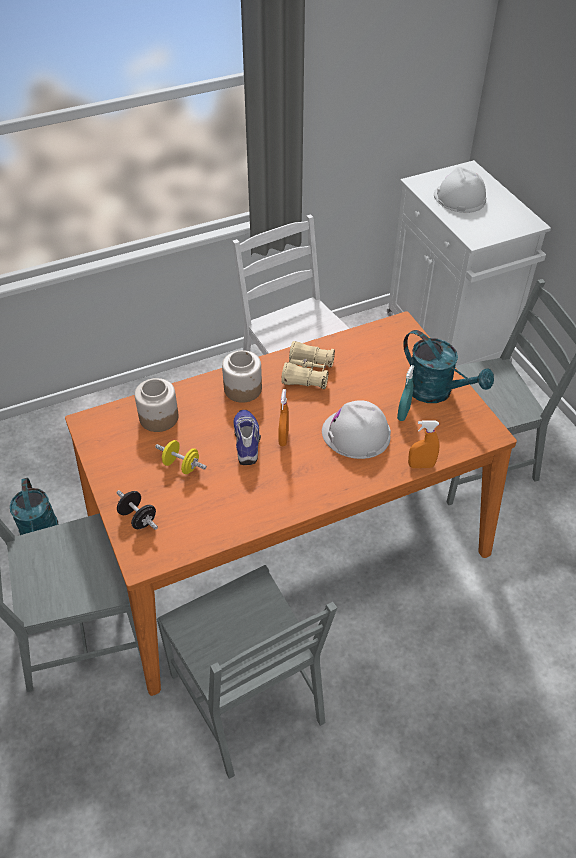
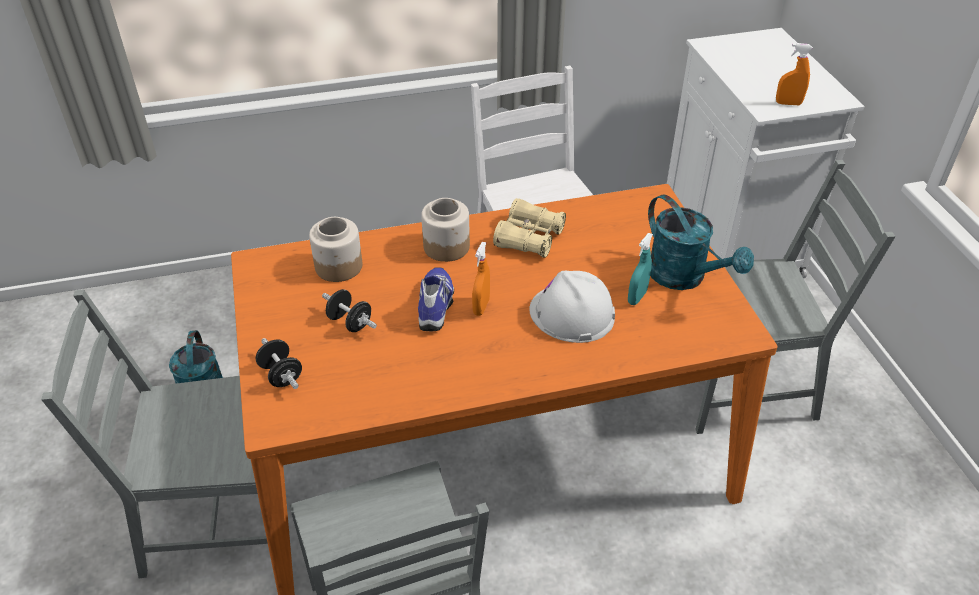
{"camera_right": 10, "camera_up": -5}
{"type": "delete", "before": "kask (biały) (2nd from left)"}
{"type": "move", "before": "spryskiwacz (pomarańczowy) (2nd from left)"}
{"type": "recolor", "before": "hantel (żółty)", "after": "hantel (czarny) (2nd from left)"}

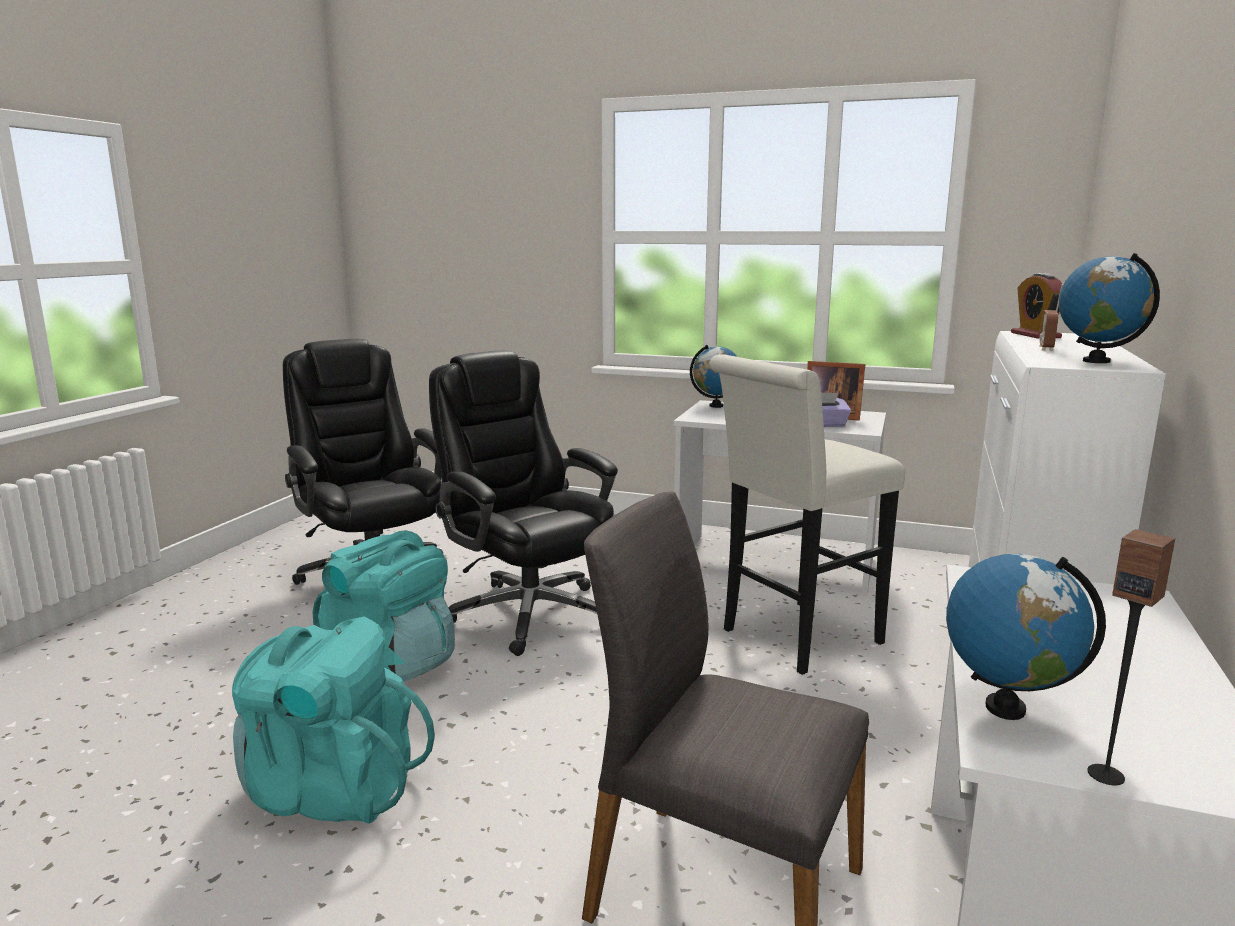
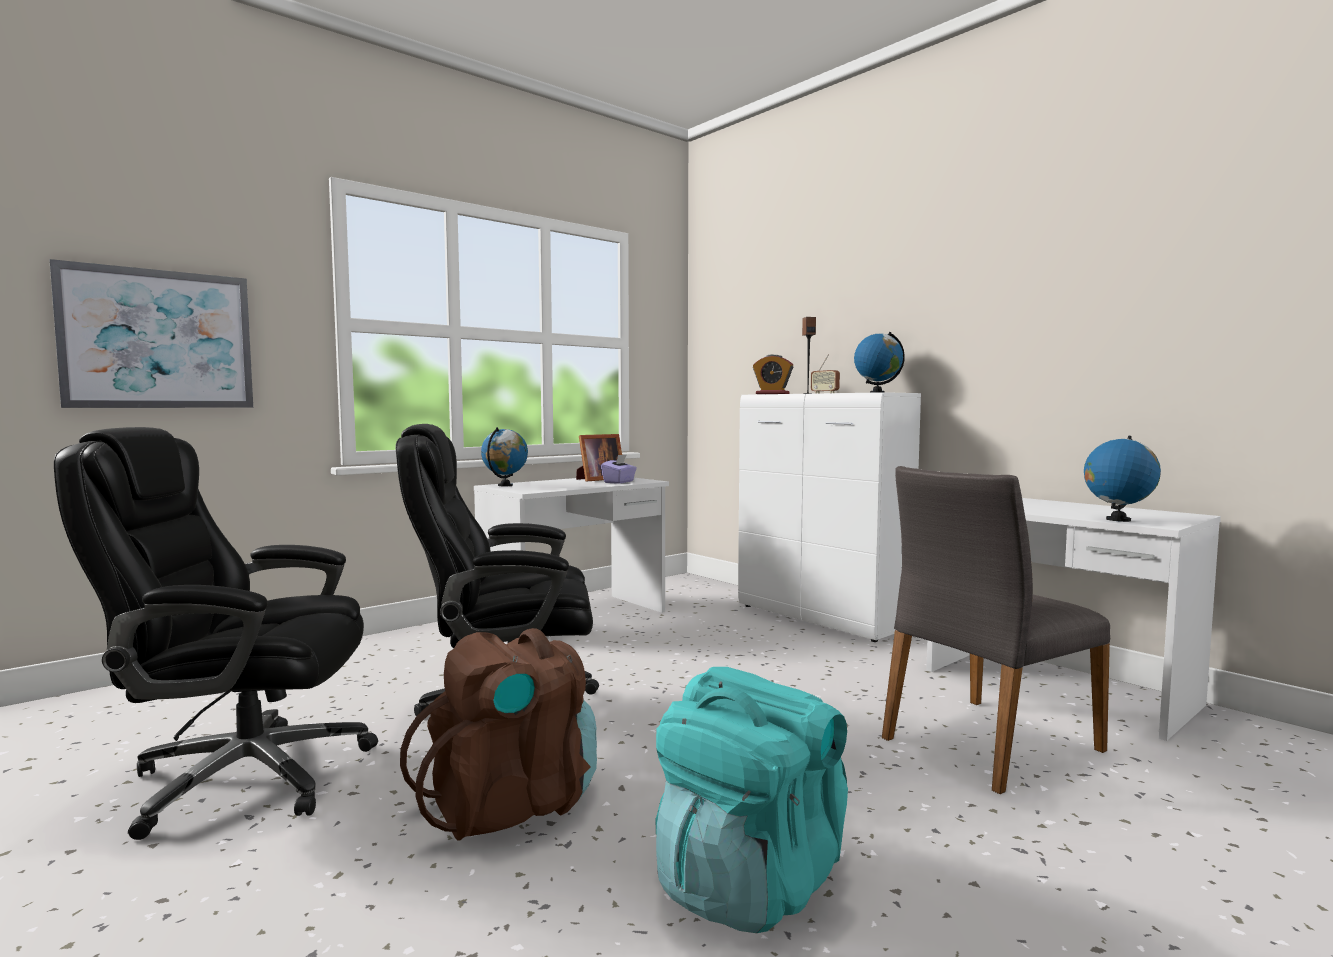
{"camera_right": -60, "camera_up": -10}
{"type": "delete", "before": "stołek (biały)"}
{"type": "move", "before": "głośnik"}
{"type": "recolor", "before": "plecak (turkusowy) (2nd from left)", "after": "plecak (brązowy)"}
{"type": "insert", "after": "obraz"}

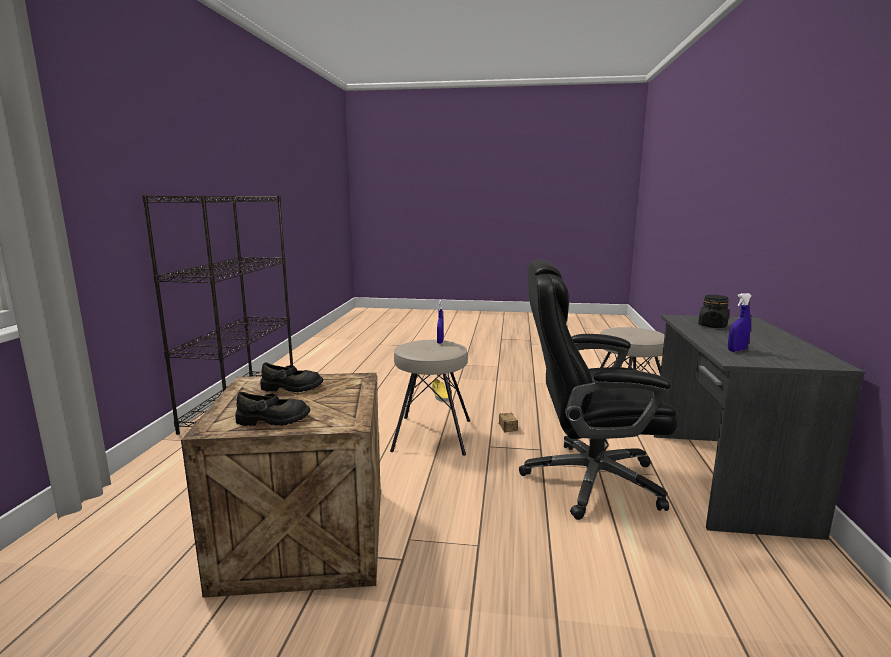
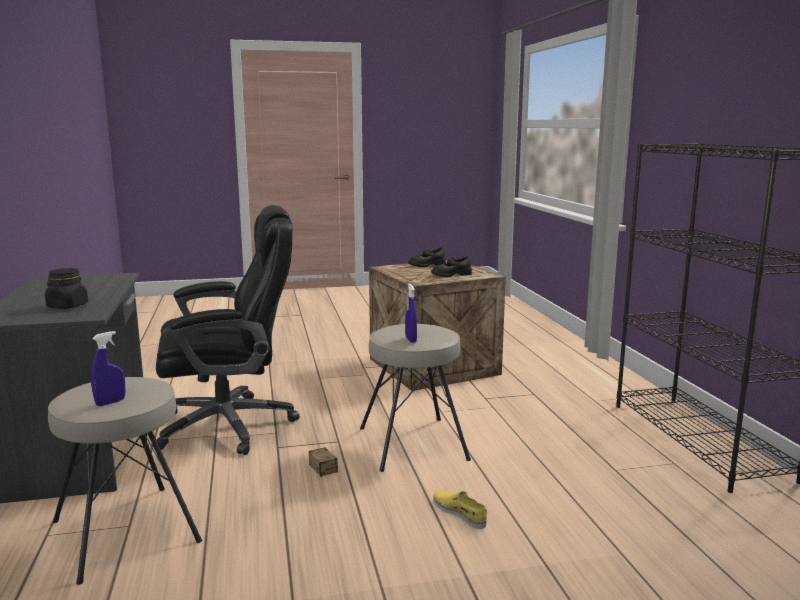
{"camera_right": 160, "camera_up": 0}
{"type": "move", "before": "spryskiwacz (niebieski) (2nd from left in the first image)", "after": "spryskiwacz (niebieski) (1st from left)"}

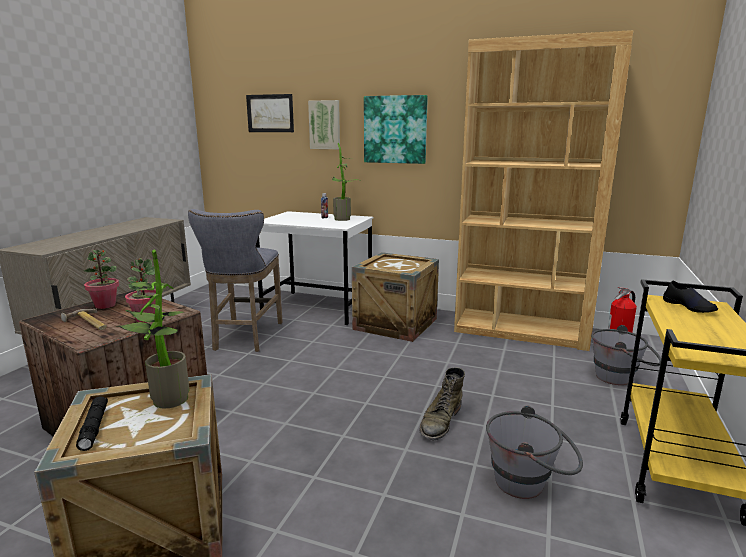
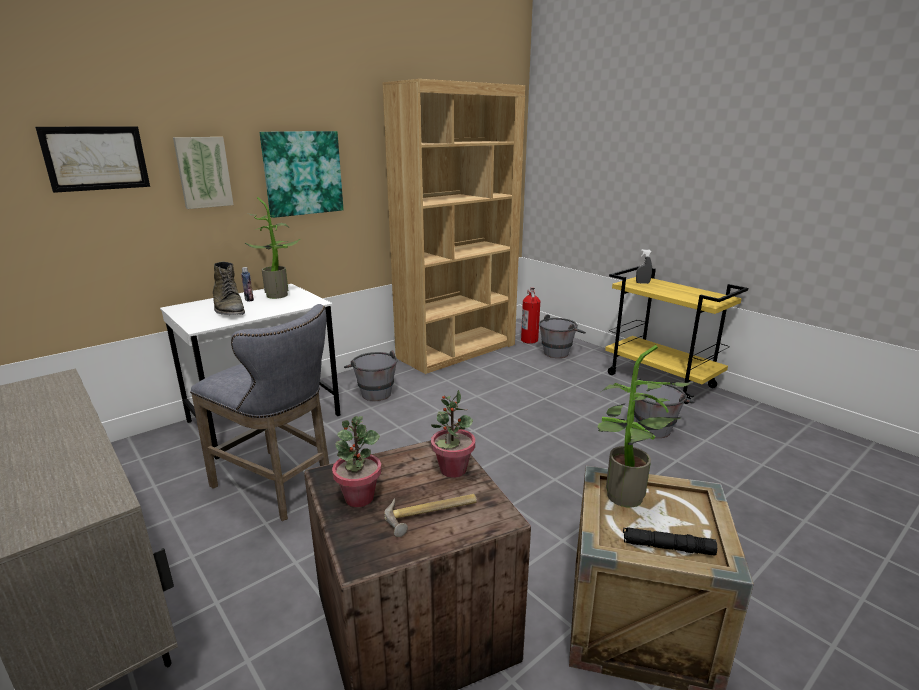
{"camera_right": -60, "camera_up": 5}
{"type": "replace", "before": "skrzynka (3rd from left)", "after": "wiadro (szary) (1st from left)"}
{"type": "replace", "before": "but (czarny)", "after": "spryskiwacz (szary)"}
{"type": "move", "before": "but z cholewką (zielony)"}

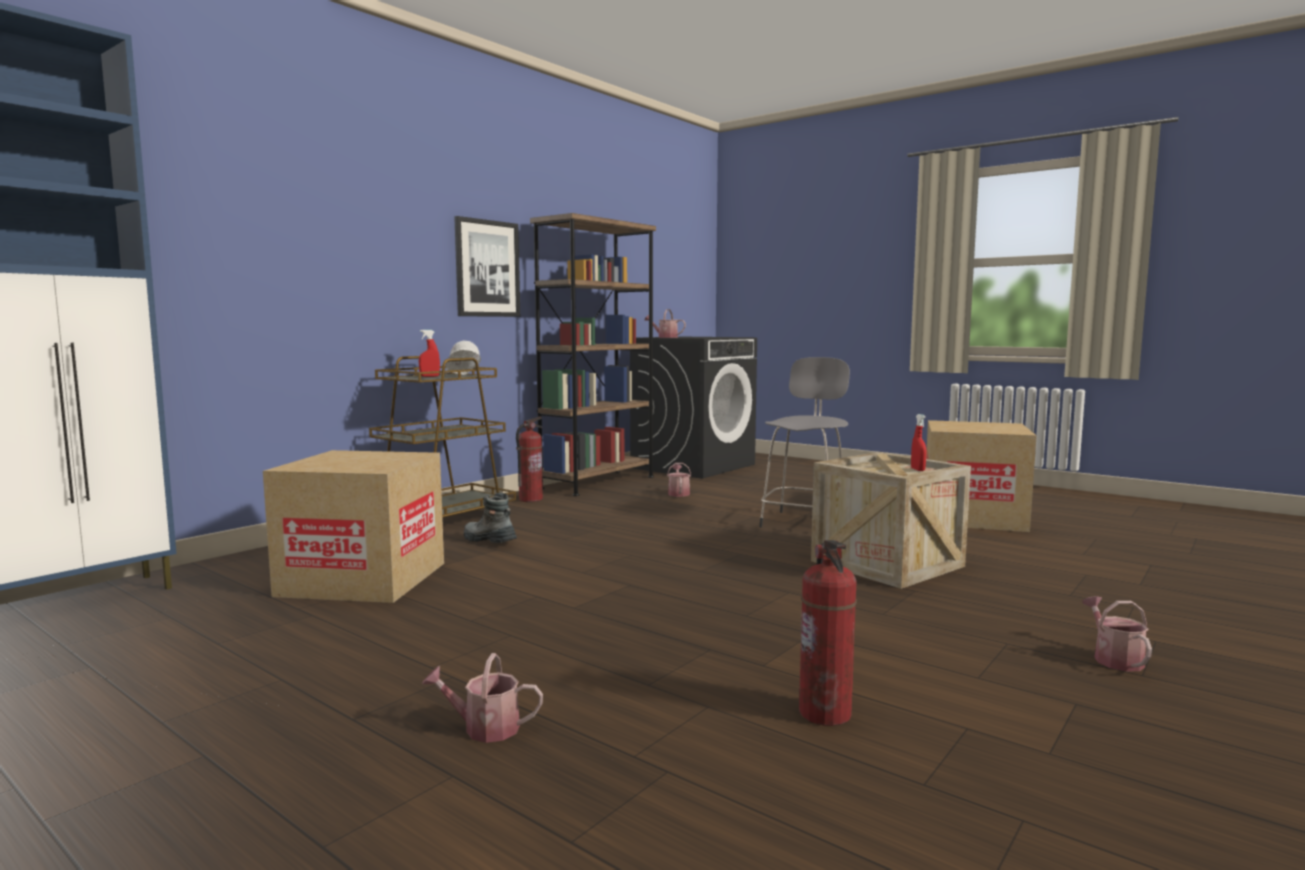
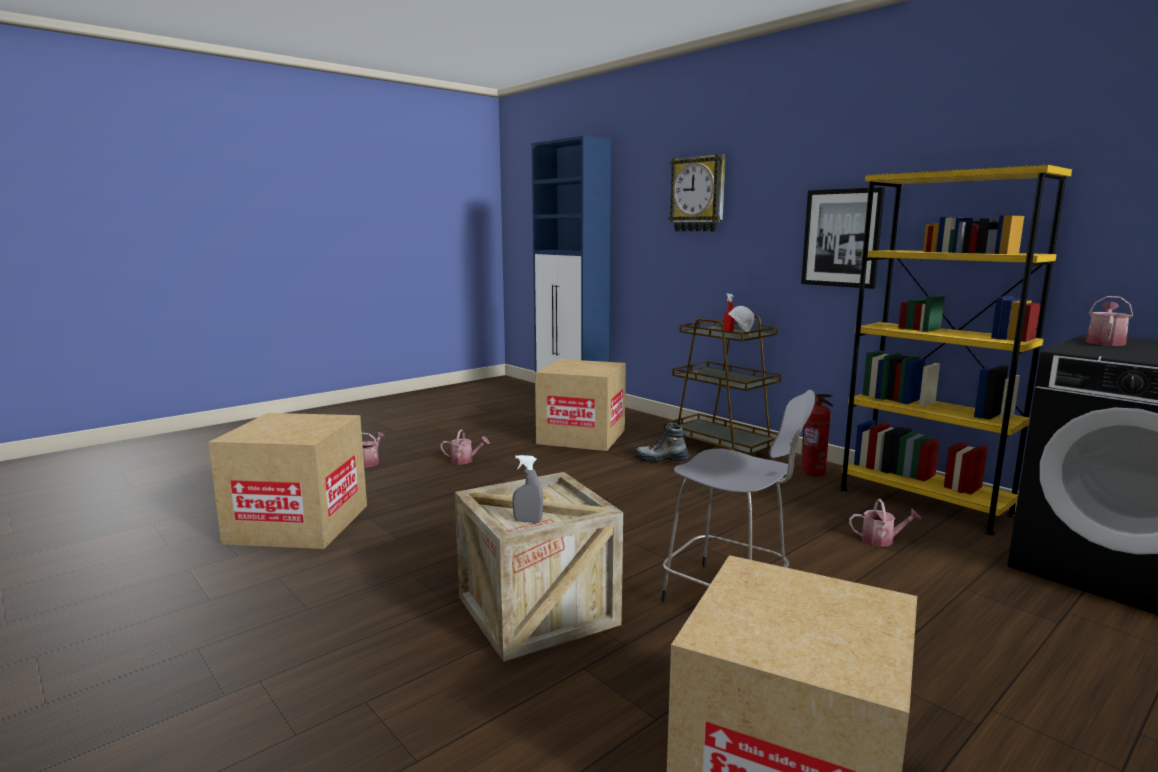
{"camera_right": 100, "camera_up": 5}
{"type": "recolor", "before": "regał (brązowy)", "after": "regał (żółty)"}
{"type": "recolor", "before": "spryskiwacz (czerwony) (2nd from left)", "after": "spryskiwacz (szary)"}
{"type": "rotate", "before": "but z cholewką", "turn": -120}
{"type": "replace", "before": "gaśnica (2nd from left)", "after": "karton (1st from left)"}
{"type": "move", "before": "konewka (4th from left in the first image)", "after": "konewka (2nd from left)"}
{"type": "insert", "after": "zegar ścienny"}

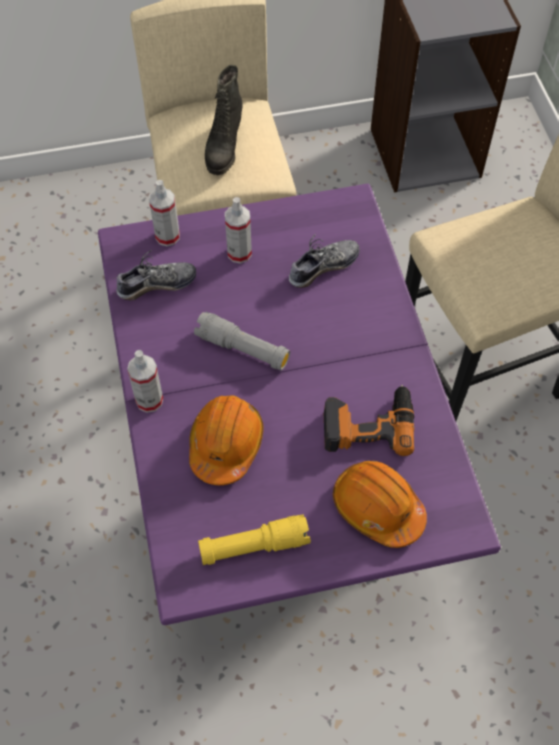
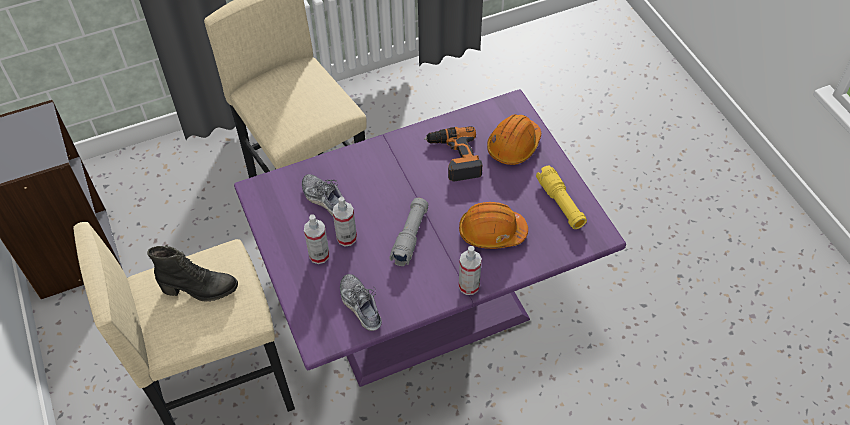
{"camera_right": -100, "camera_up": -5}
{"type": "move", "before": "spryskiwacz (2nd from left)"}

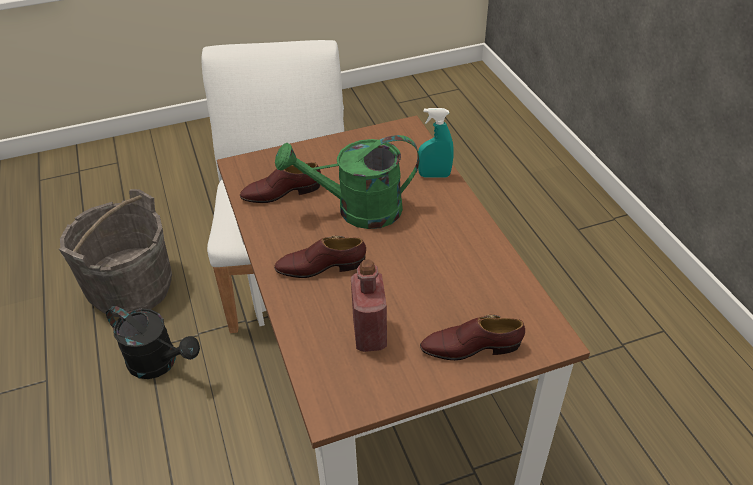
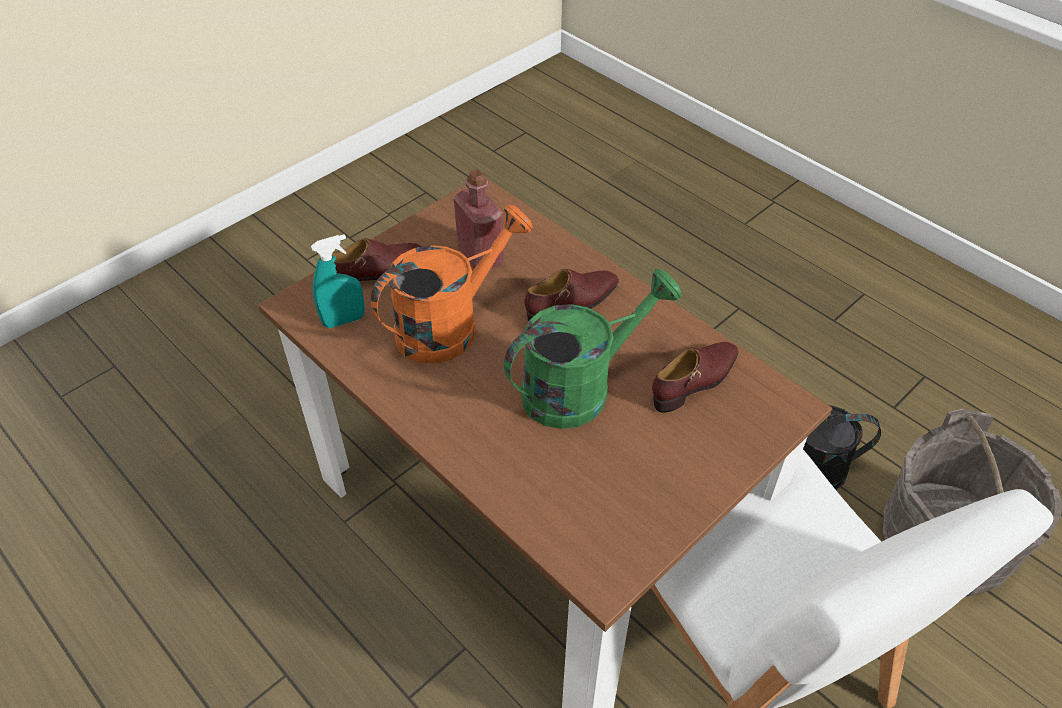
{"camera_right": 155, "camera_up": 5}
{"type": "move", "before": "spryskiwacz (turkusowy)"}
{"type": "insert", "after": "konewka (pomarańczowy)"}

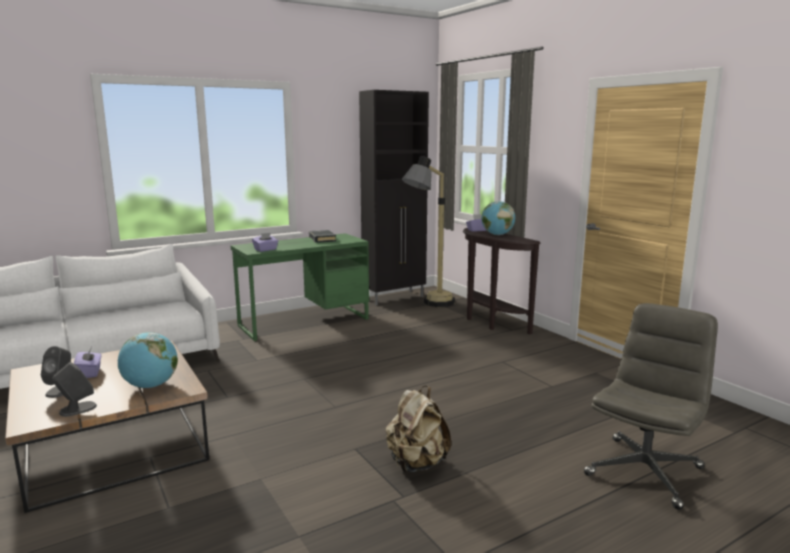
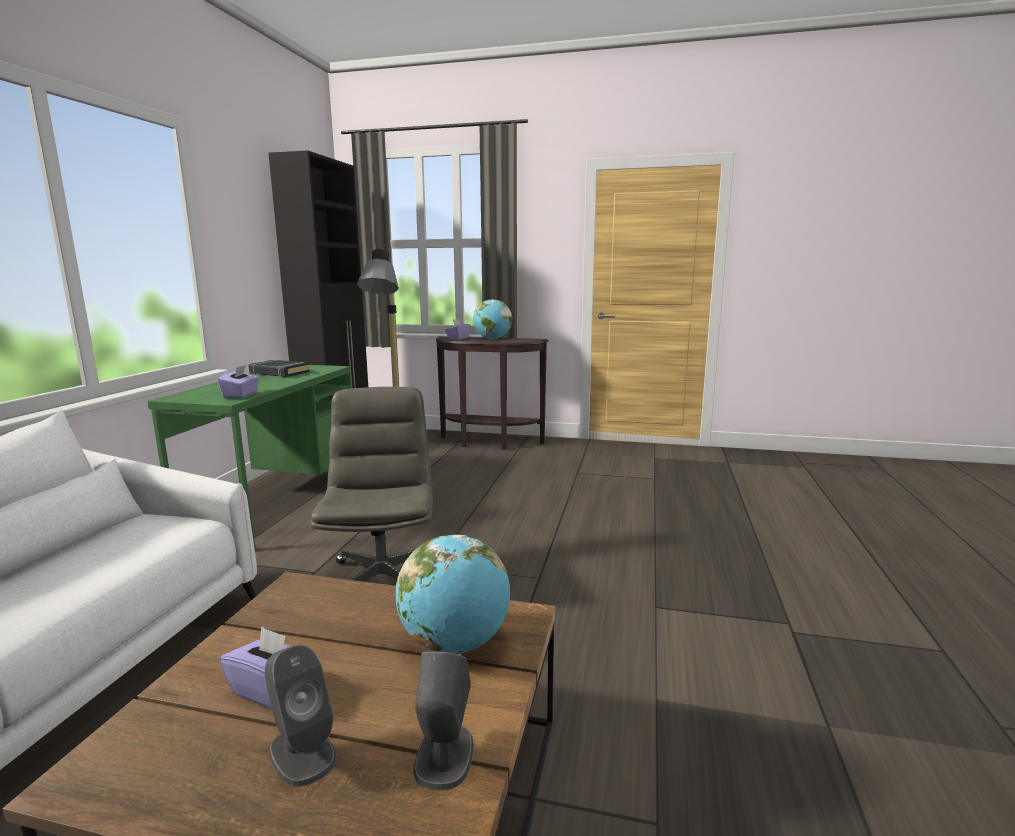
{"camera_right": -45, "camera_up": 0}
{"type": "move", "before": "krzesło biurowe (szary)"}
{"type": "delete", "before": "plecak (beżowy)"}

